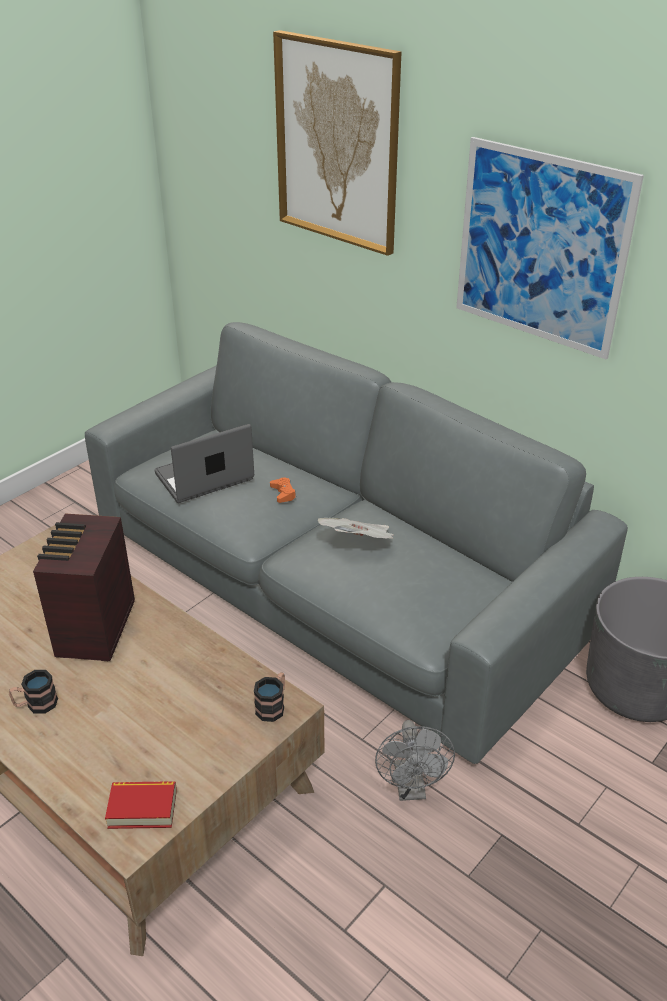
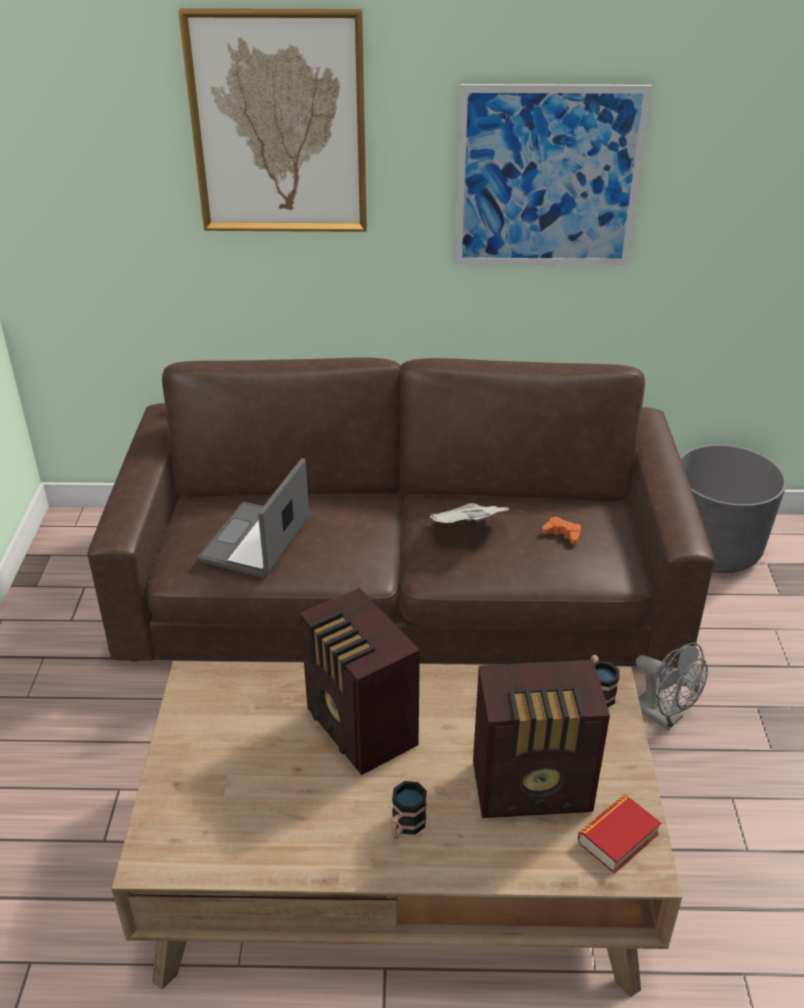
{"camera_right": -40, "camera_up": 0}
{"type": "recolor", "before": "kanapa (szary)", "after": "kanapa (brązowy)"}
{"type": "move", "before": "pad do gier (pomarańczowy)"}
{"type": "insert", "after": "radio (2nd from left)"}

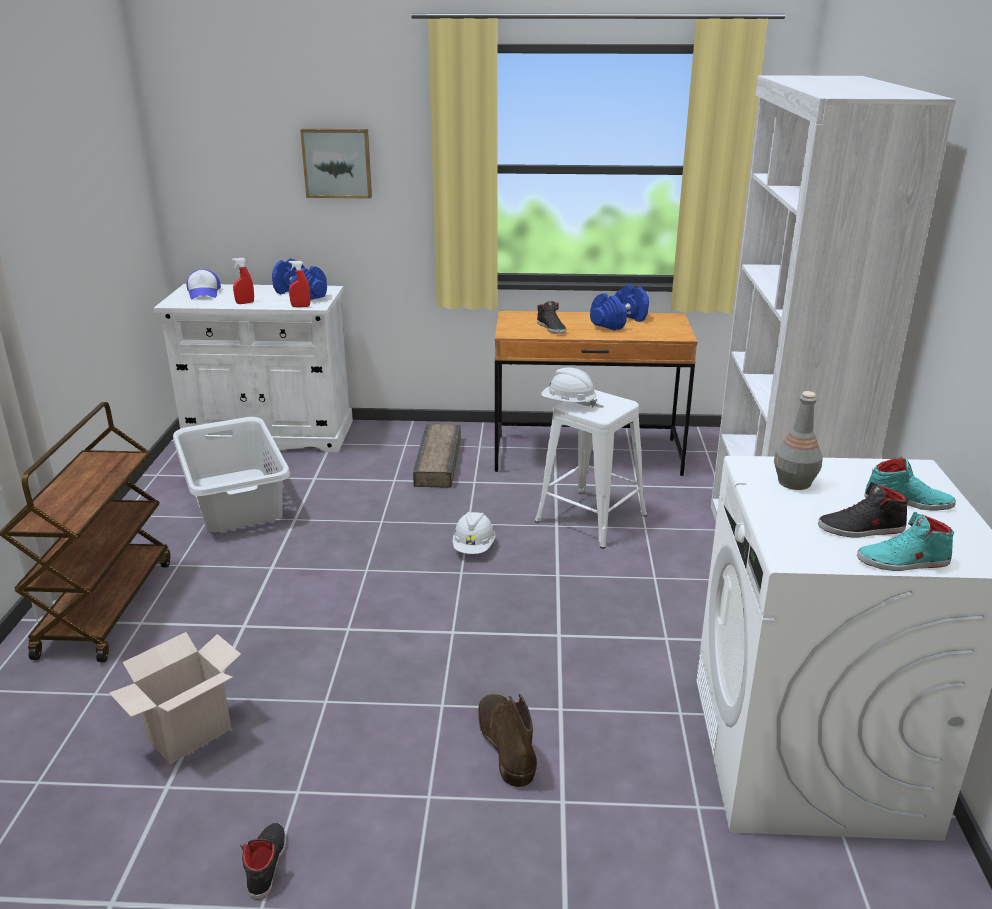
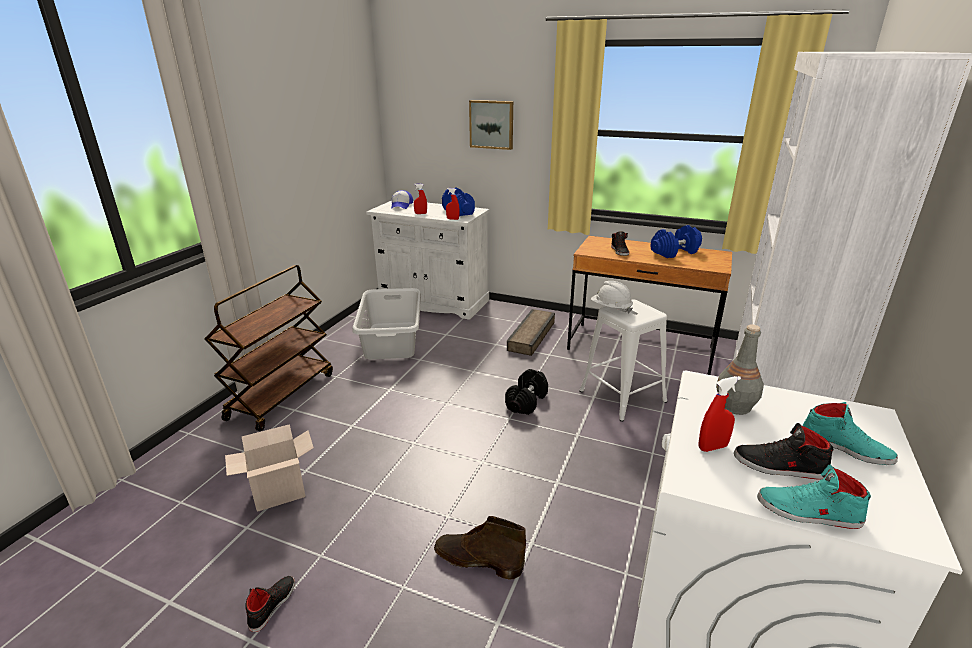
{"camera_right": 20, "camera_up": 0}
{"type": "replace", "before": "kask (biały) (1st from left)", "after": "hantel (czarny)"}
{"type": "rotate", "before": "but z cholewką (brązowy)", "turn": -75}
{"type": "insert", "after": "spryskiwacz (czerwony) (3rd from left)"}

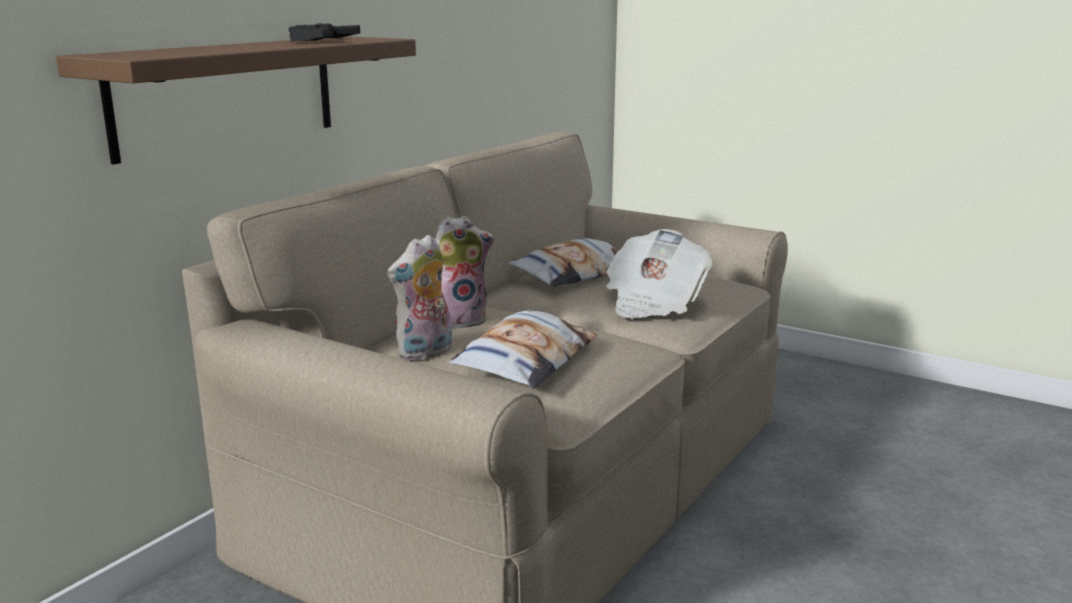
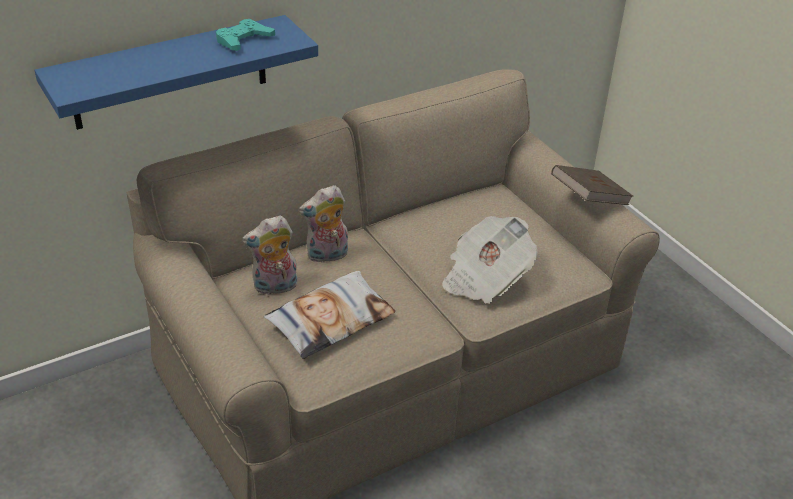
{"camera_right": 25, "camera_up": 20}
{"type": "recolor", "before": "pad do gier (czarny)", "after": "pad do gier (turkusowy)"}
{"type": "recolor", "before": "półka (brązowy)", "after": "półka (niebieski)"}
{"type": "rotate", "before": "pluszak (2nd from left)", "turn": 150}
{"type": "delete", "before": "poduszka (2nd from left)"}
{"type": "insert", "after": "książka (brązowy)"}

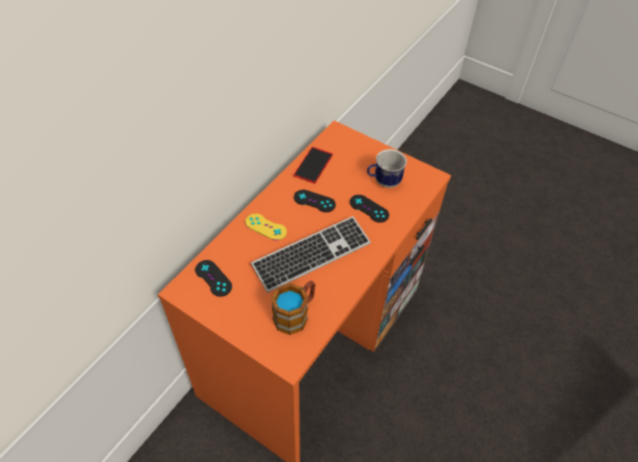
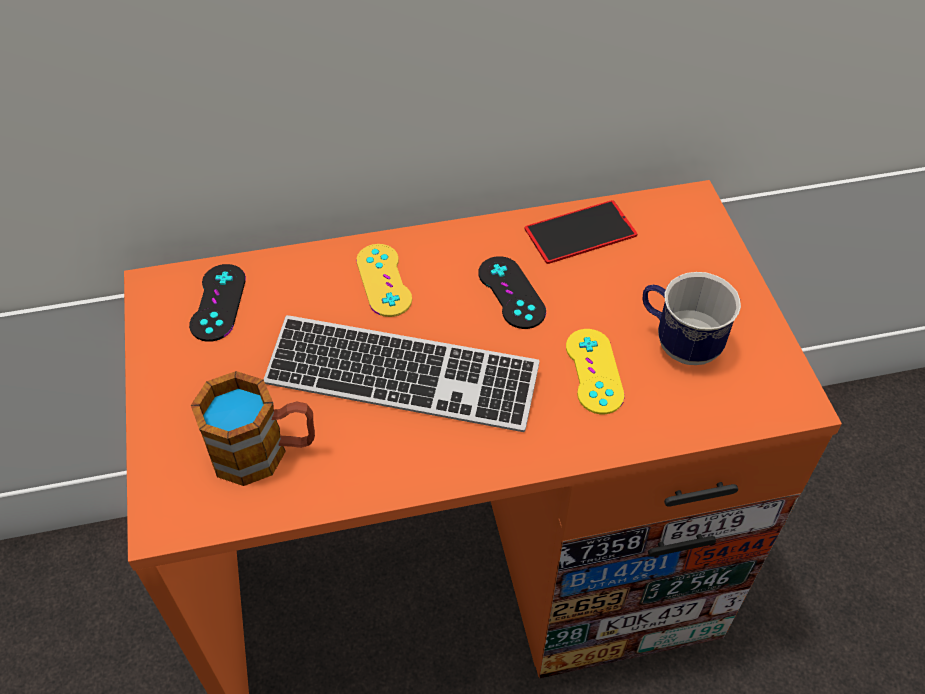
{"camera_right": 45, "camera_up": 0}
{"type": "recolor", "before": "pad do gier (czarny) (3rd from left)", "after": "pad do gier (żółty) (2nd from left)"}

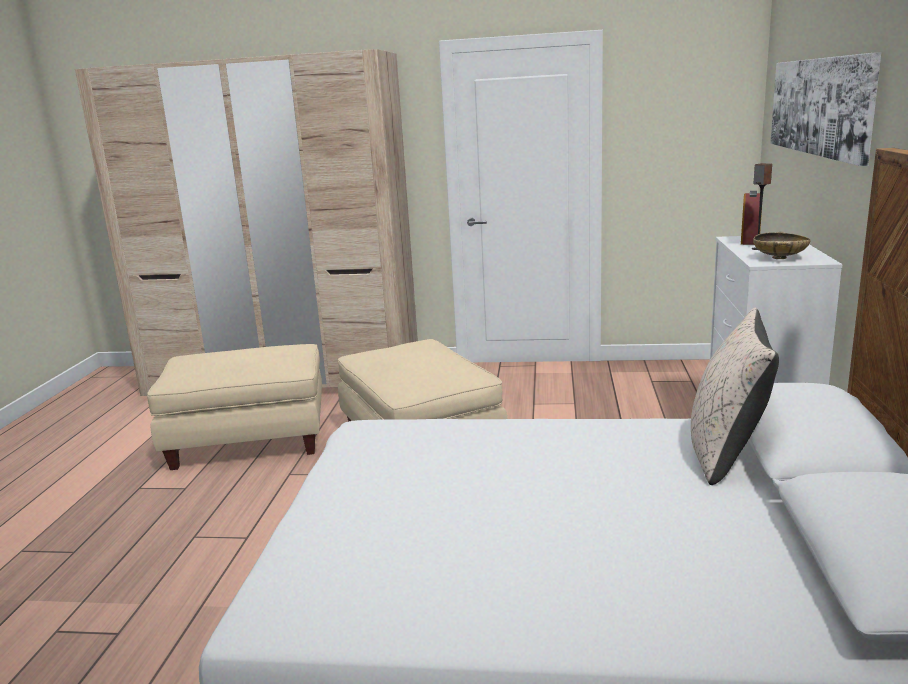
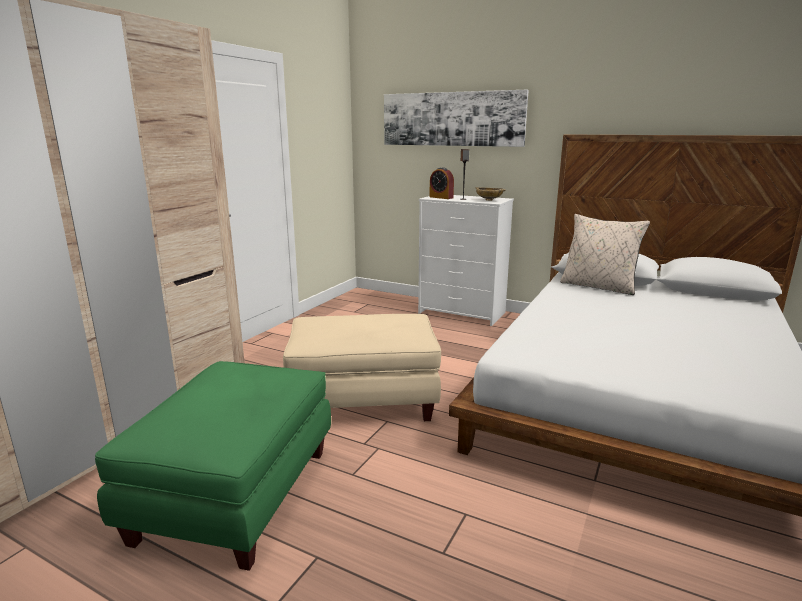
{"camera_right": -70, "camera_up": 0}
{"type": "recolor", "before": "pufa (beżowy) (1st from left)", "after": "pufa (zielony)"}

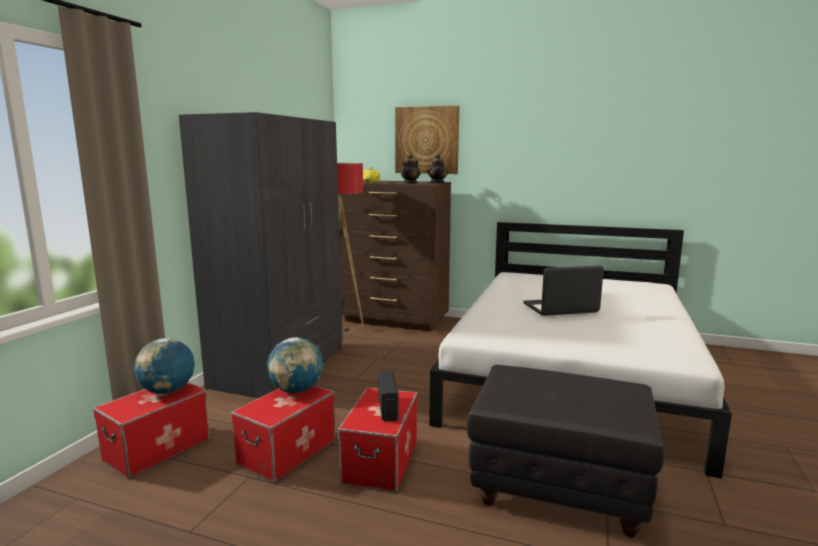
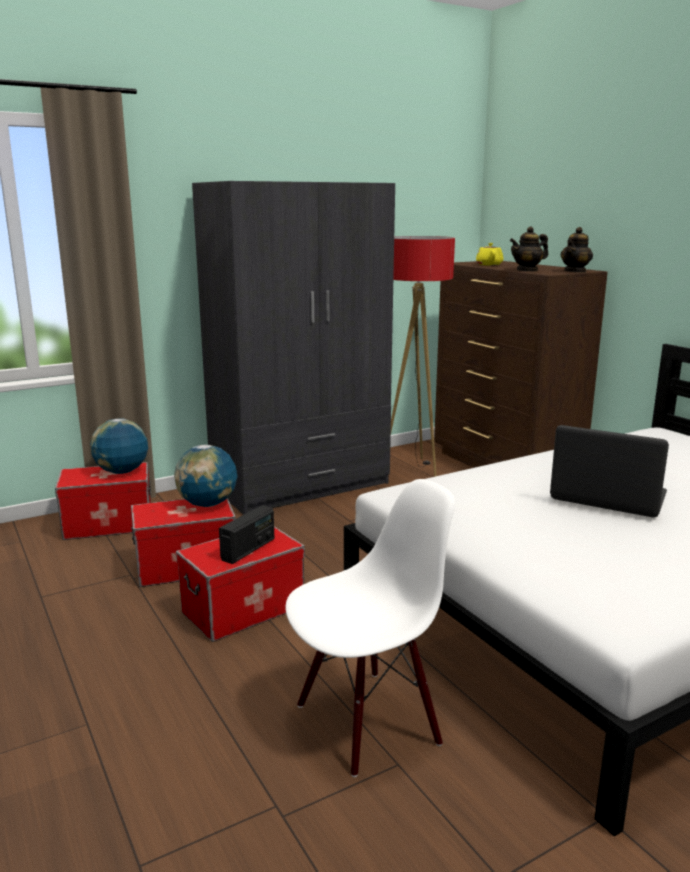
{"camera_right": 40, "camera_up": 5}
{"type": "delete", "before": "obraz"}
{"type": "replace", "before": "pufa (czarny)", "after": "krzesło (biały)"}

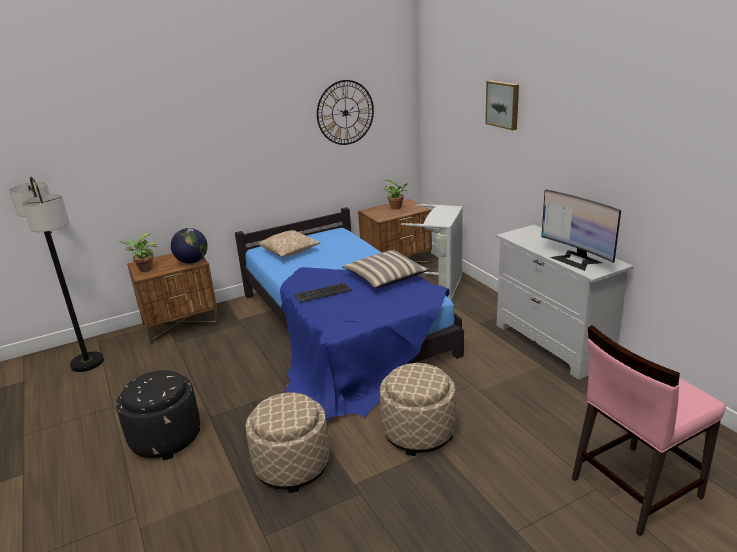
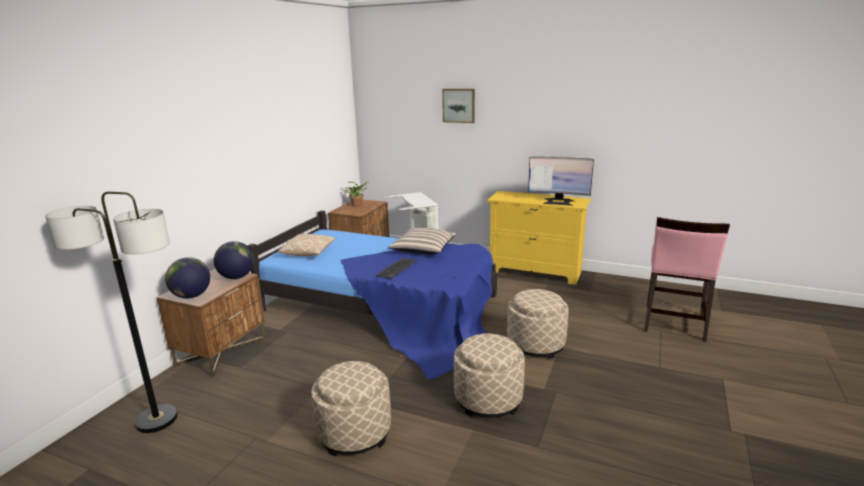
{"camera_right": -40, "camera_up": -5}
{"type": "delete", "before": "zegar ścienny"}
{"type": "recolor", "before": "komoda (biały)", "after": "komoda (żółty)"}
{"type": "replace", "before": "roślina doniczkowa (1st from left)", "after": "globus (1st from left)"}
{"type": "recolor", "before": "pufa (czarny)", "after": "pufa (beżowy) (1st from left)"}

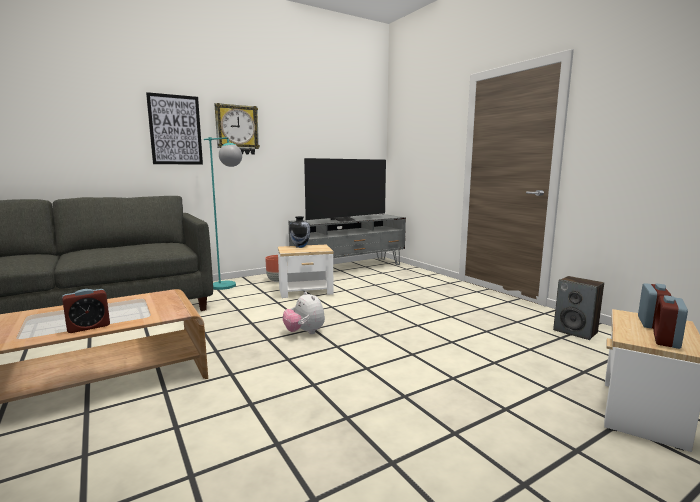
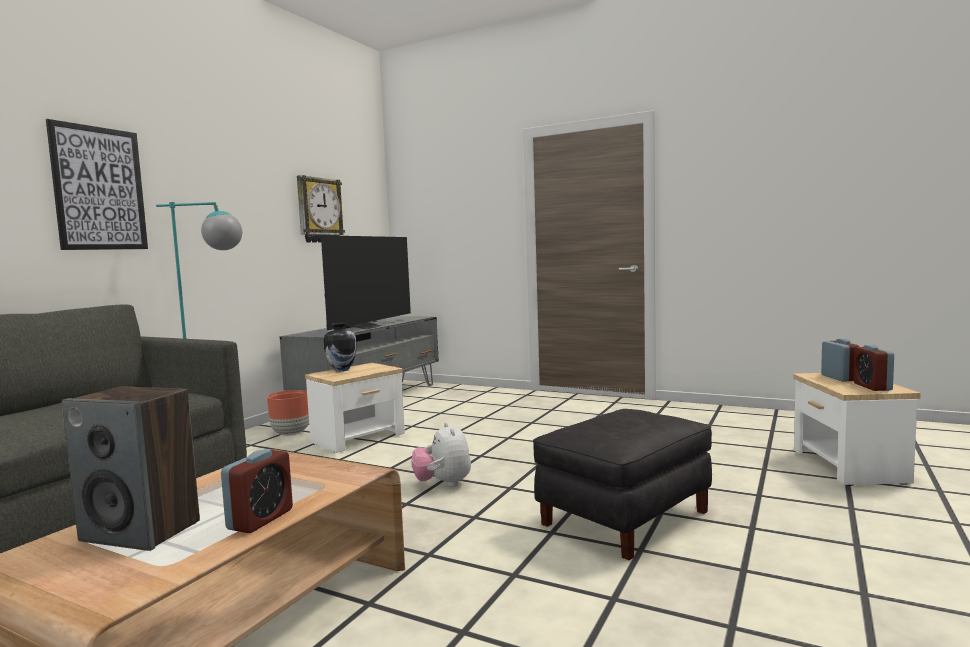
{"camera_right": -30, "camera_up": -5}
{"type": "move", "before": "zegar ścienny"}
{"type": "move", "before": "głośnik"}
{"type": "rotate", "before": "pluszak", "turn": 45}
{"type": "insert", "after": "pufa (czarny)"}

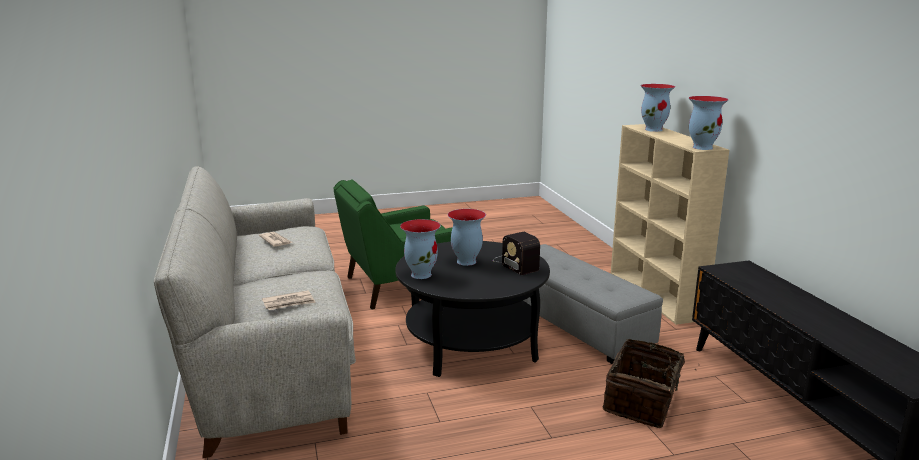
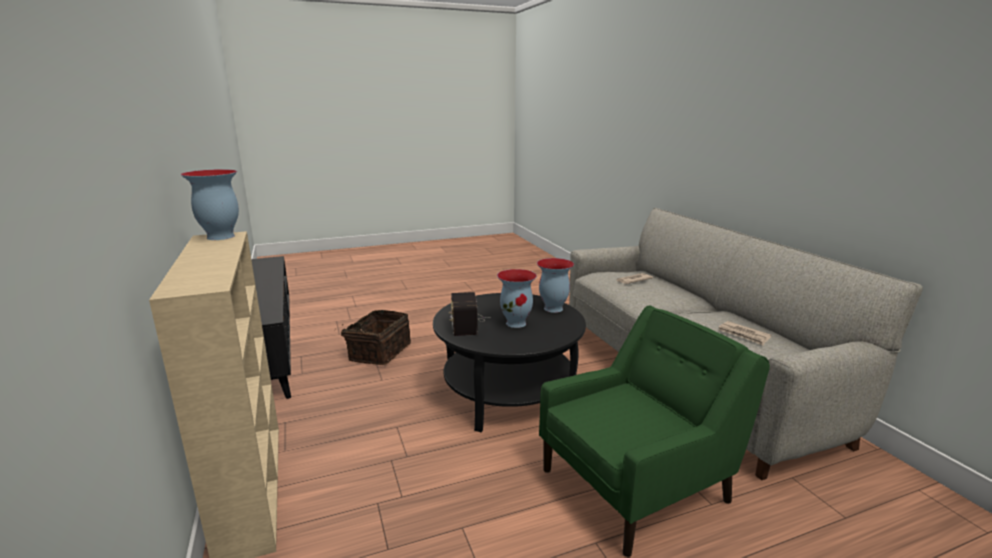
{"camera_right": 175, "camera_up": 0}
{"type": "delete", "before": "wazon (3rd from left)"}
{"type": "rotate", "before": "radio", "turn": -150}
{"type": "delete", "before": "pufa (szary)"}

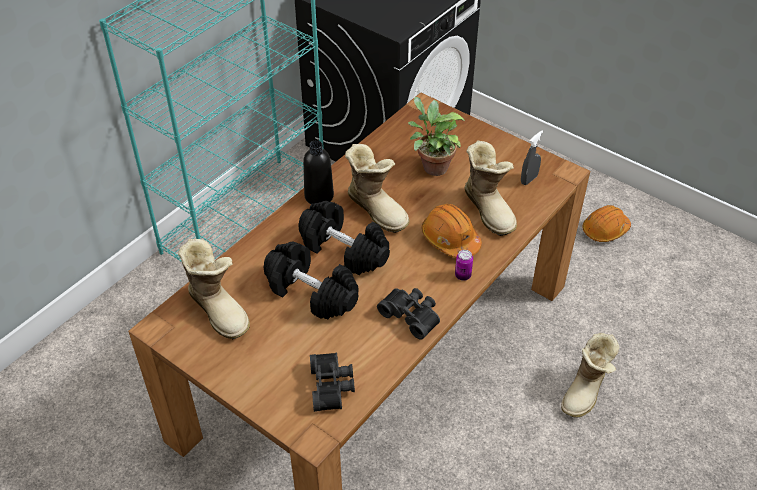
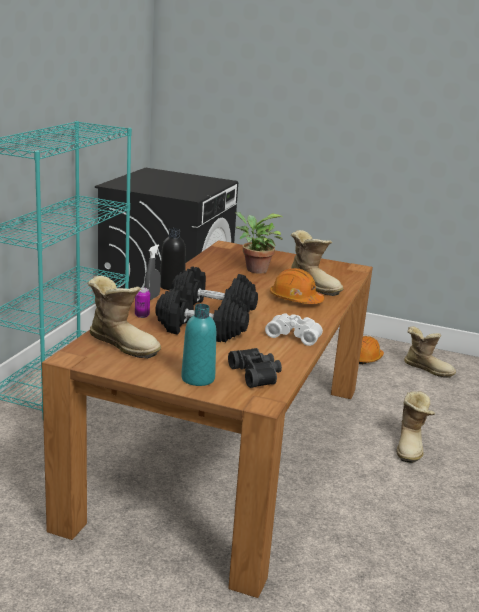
{"camera_right": -20, "camera_up": -25}
{"type": "move", "before": "spryskiwacz (szary)"}
{"type": "move", "before": "but z cholewką (2nd from left in the first image)", "after": "but z cholewką (4th from left)"}
{"type": "move", "before": "puszka"}
{"type": "recolor", "before": "lornetka (czarny) (2nd from left)", "after": "lornetka (biały)"}
{"type": "insert", "after": "butelka (turkusowy)"}

